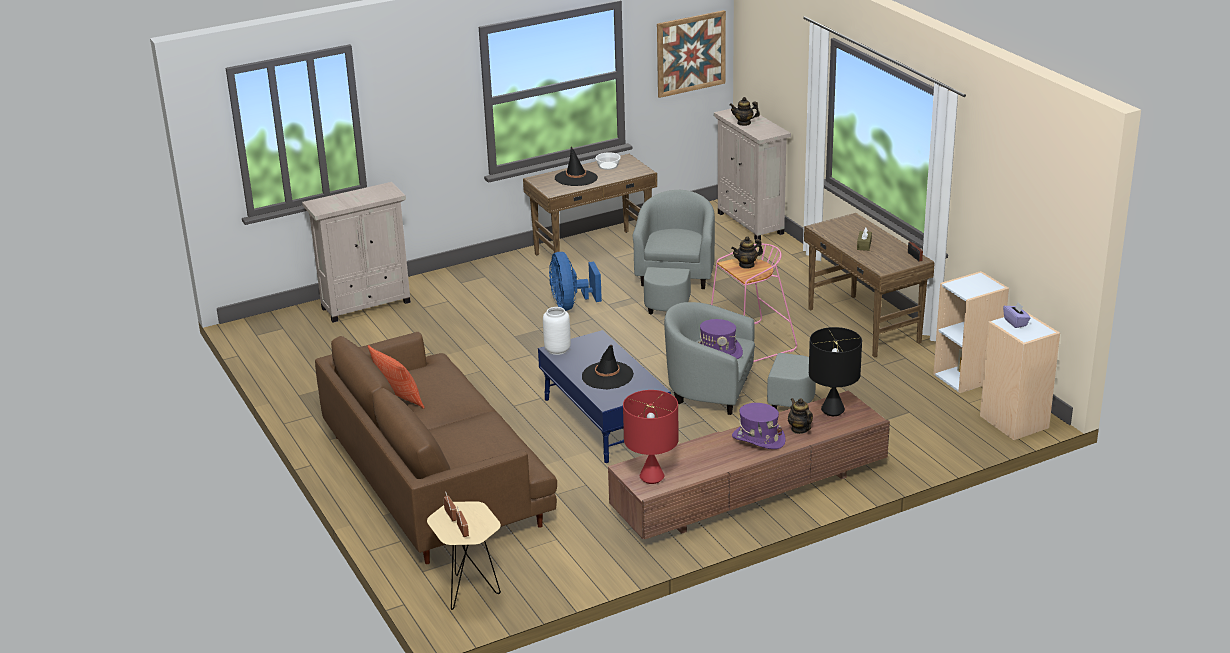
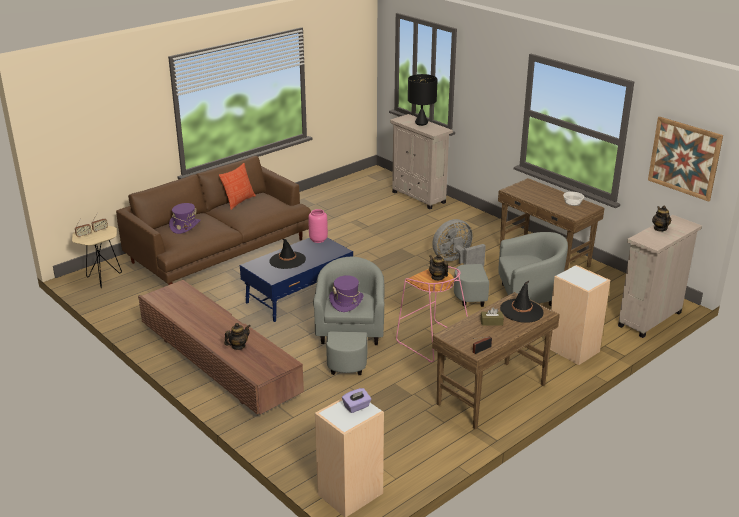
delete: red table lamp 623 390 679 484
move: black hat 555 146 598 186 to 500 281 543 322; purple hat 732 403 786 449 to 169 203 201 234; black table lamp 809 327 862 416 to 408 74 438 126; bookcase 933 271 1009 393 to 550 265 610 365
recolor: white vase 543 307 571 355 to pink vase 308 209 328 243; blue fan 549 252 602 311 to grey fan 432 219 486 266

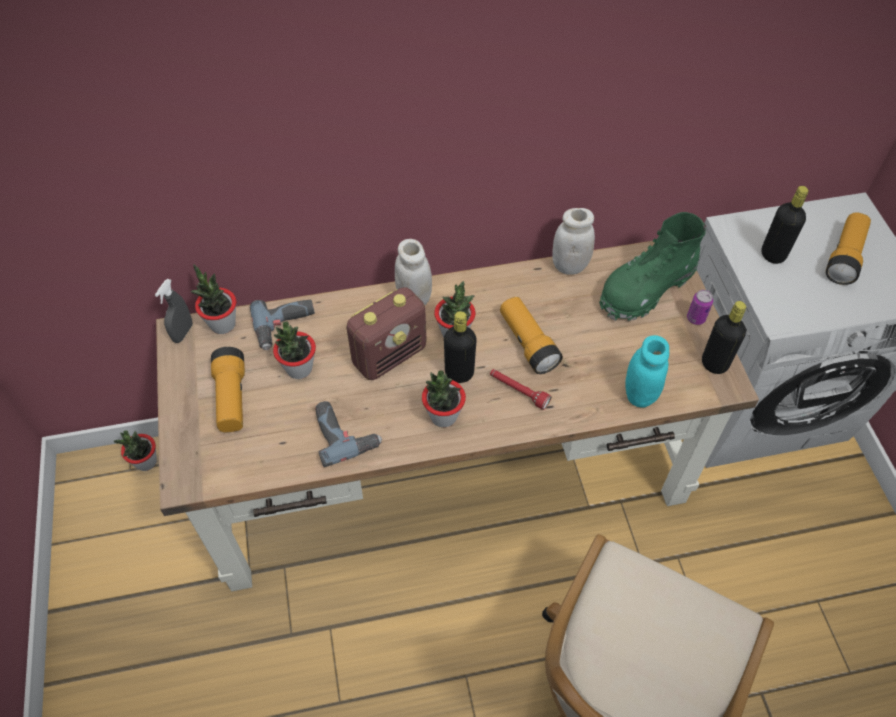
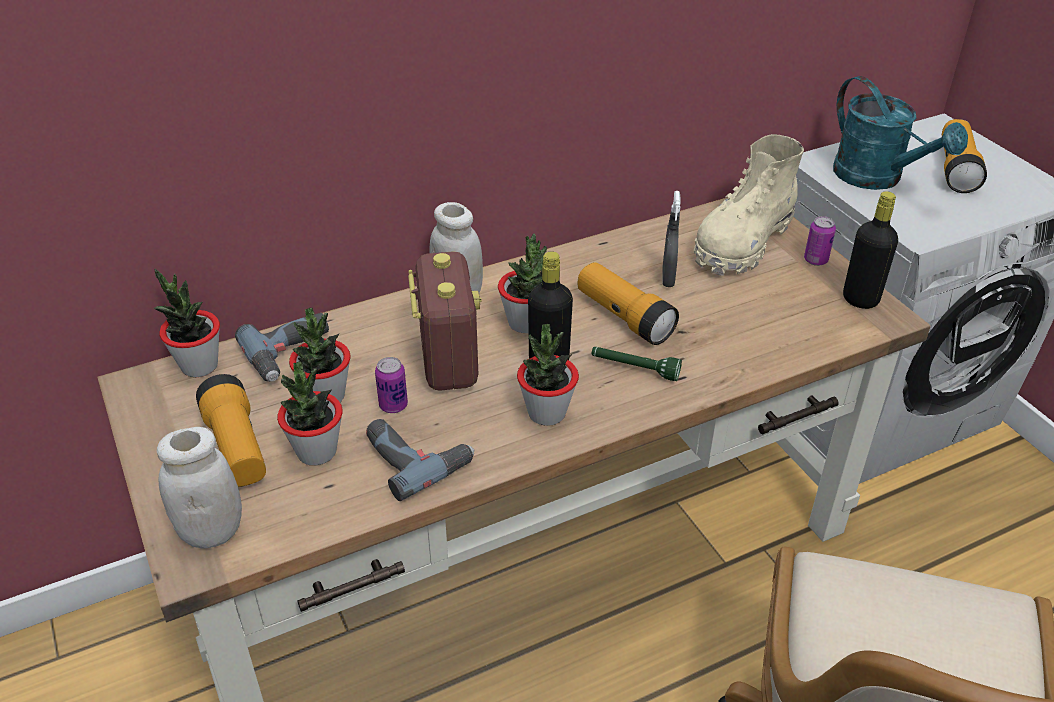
delete: turquoise jar 625 335 669 407
insert: can 375 357 408 413
move: potted plant 114 430 157 471 to 277 362 343 465; grey spray bottle 155 279 193 343 to 662 191 681 287; white jar 552 208 595 275 to 157 427 242 549
replace: black bottle 761 186 808 264 to turquoise watering can 833 76 968 190
recolor: red flashlight 490 369 552 410 to green flashlight 591 347 682 381; green boot 599 212 706 321 to beige boot 694 134 804 276
rotate: radio 346 287 427 380 = 408 251 481 391 45 degrees counterclockwise

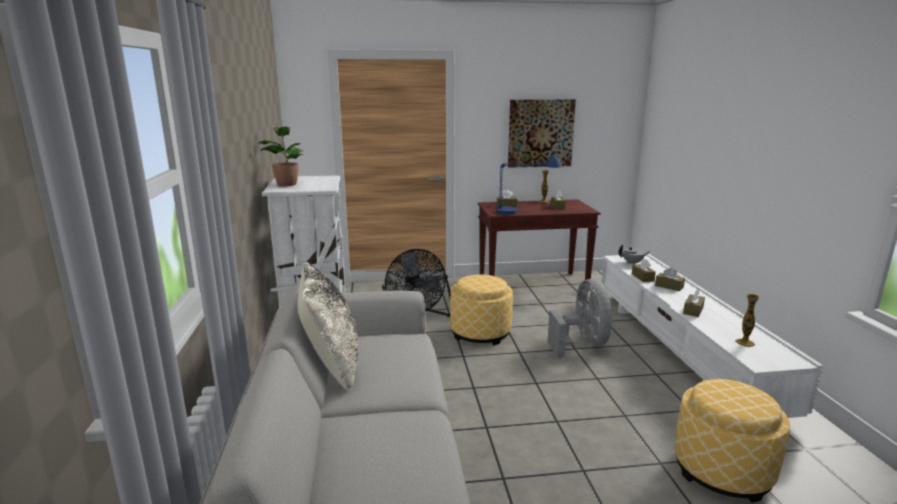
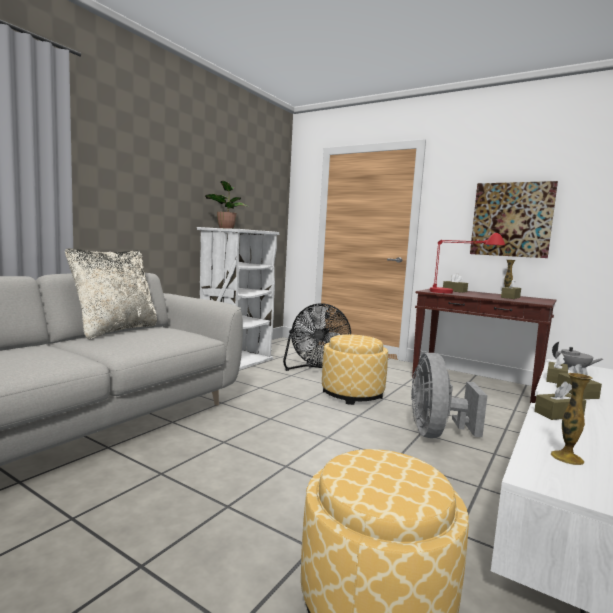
recolor: blue table lamp 496 156 562 215 to red table lamp 430 233 505 294
rotate: grey fan 548 279 612 358 = 411 353 488 438 150 degrees clockwise

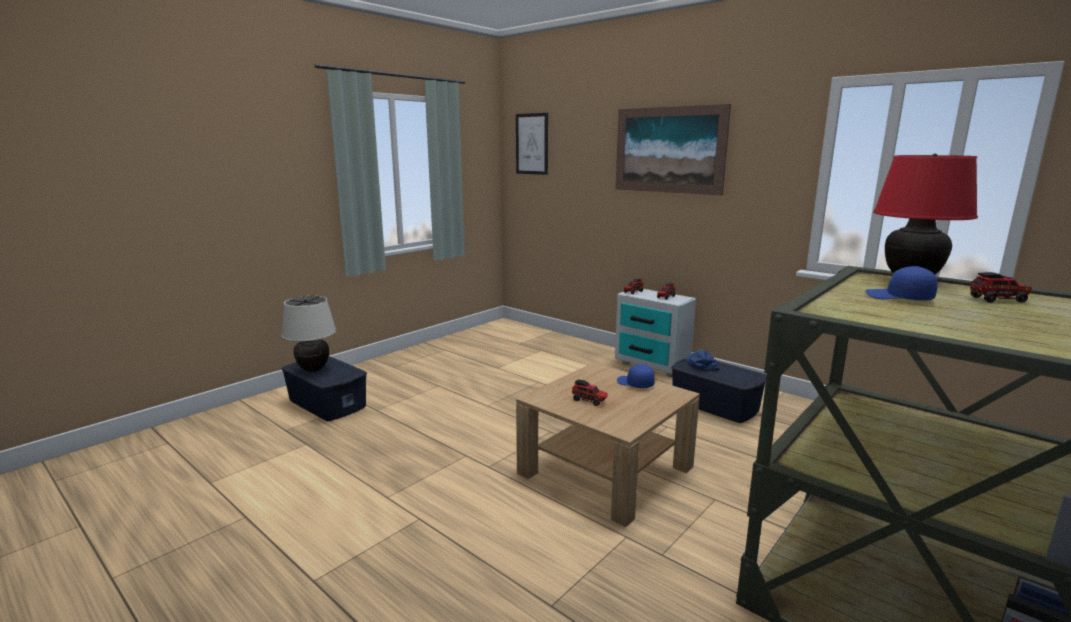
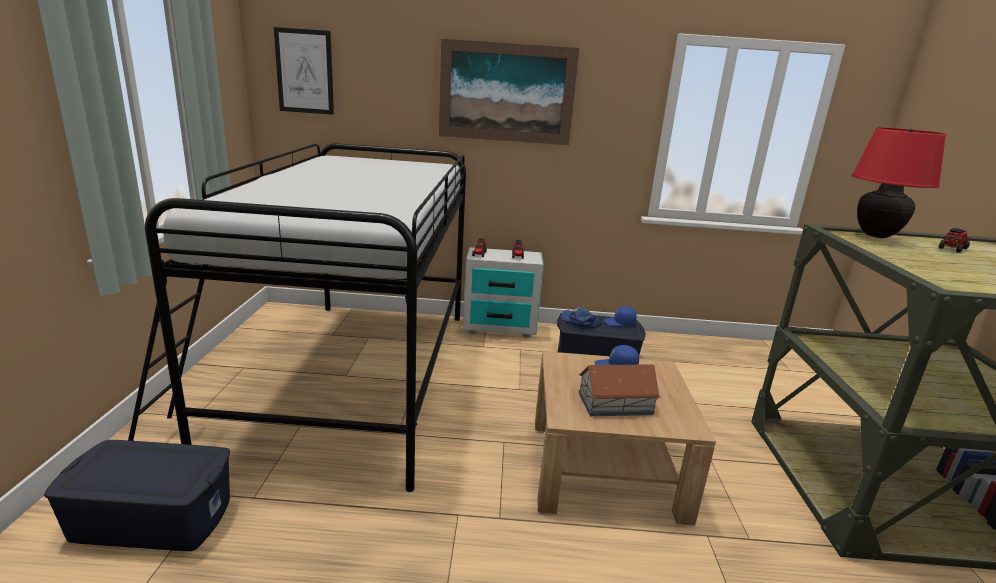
delete: beige table lamp 281 296 337 372
insert: black bed 128 143 466 492
move: blue cap 865 266 938 300 to 604 306 636 326
replace: toy truck 572 380 608 406 to toy house 579 365 661 416

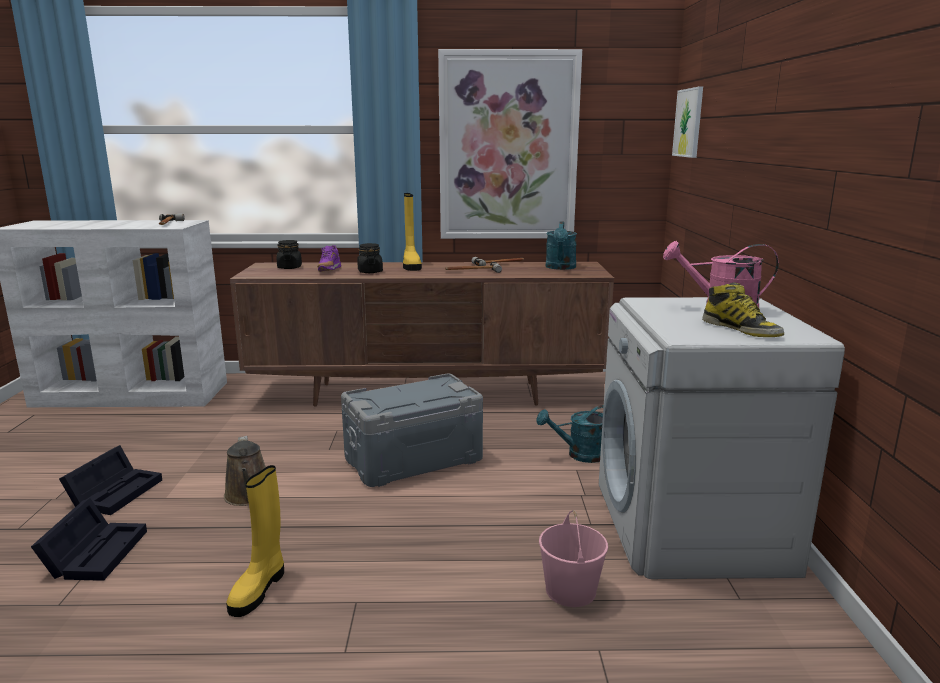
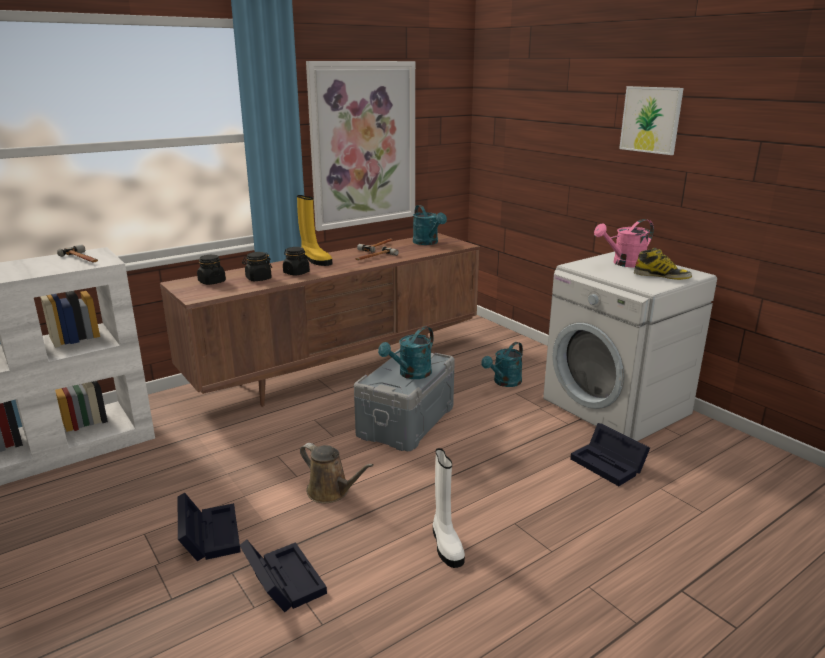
insert: turquoise watering can 378 326 434 379
move: picture 672 86 703 158 to 619 86 684 155
replace: purple shoe 317 245 341 272 to black jar 242 252 272 281; pink bucket 539 510 608 607 to black storage box 570 423 650 486
recolor: yellow boot 226 465 284 617 to white boot 433 448 465 568

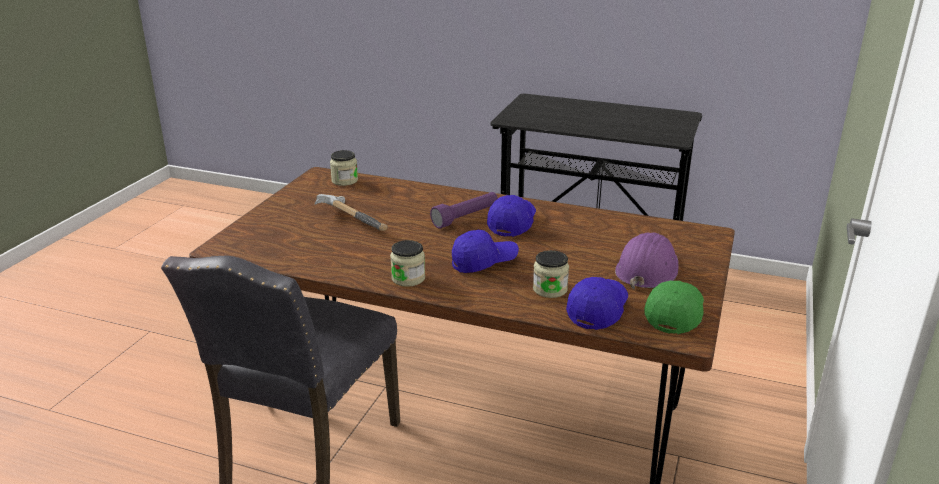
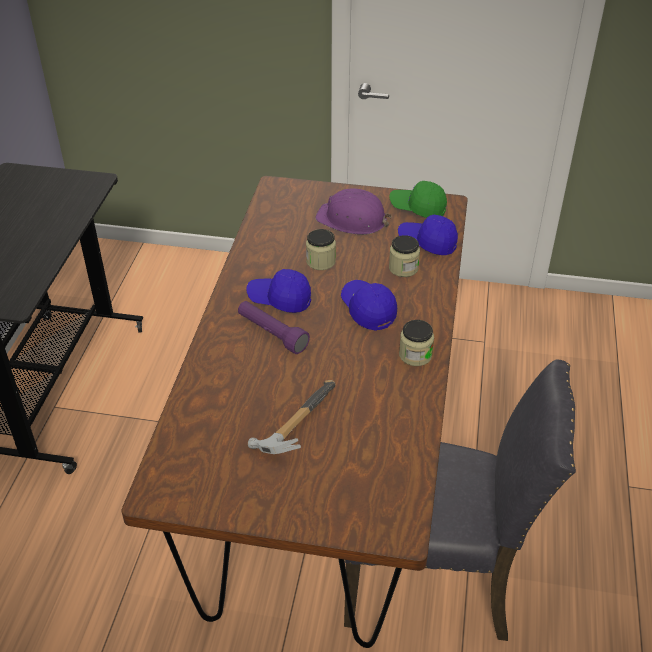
move: jar 330 150 358 186 to 306 229 336 270

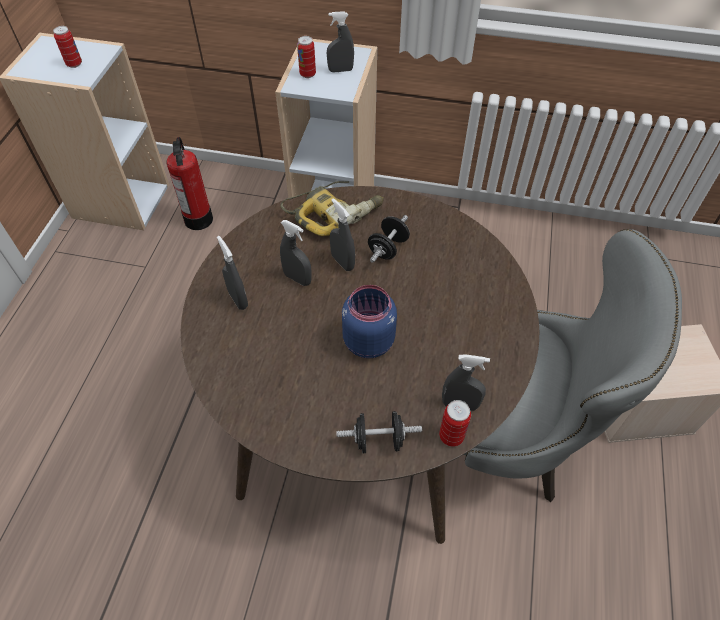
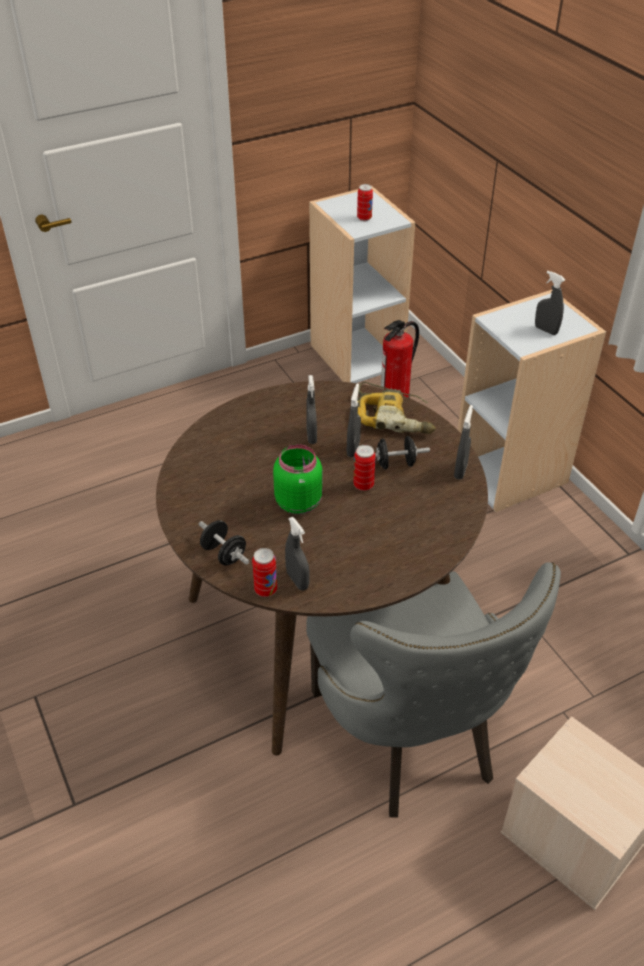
move: grey spray bottle 217 236 248 310 to 454 405 473 480; can 297 36 316 78 to 353 445 376 491
recolor: blue jar 342 285 397 358 to green jar 273 444 322 515

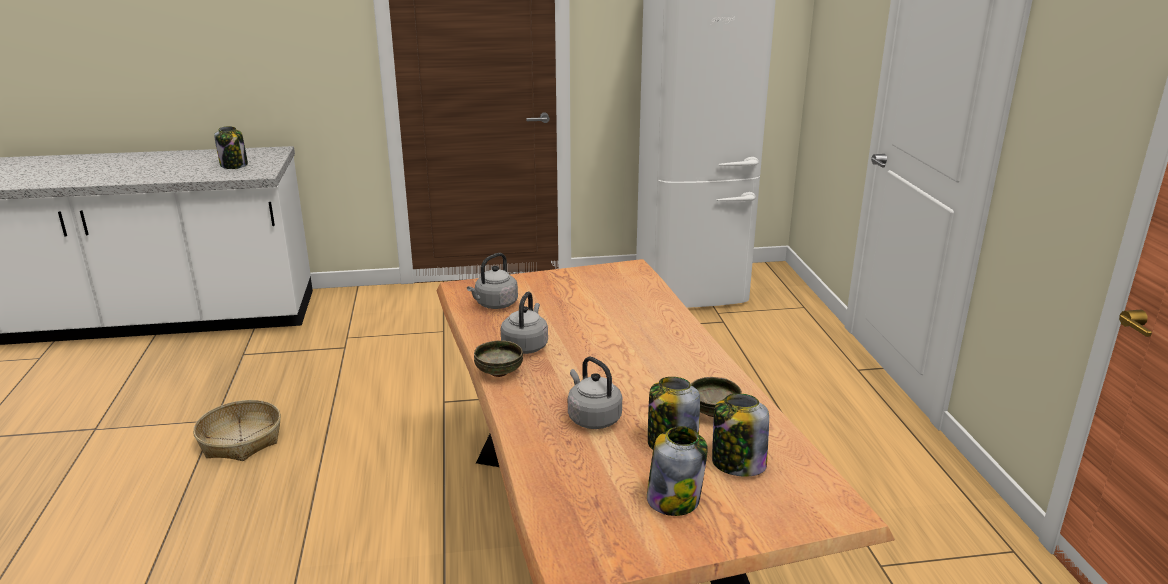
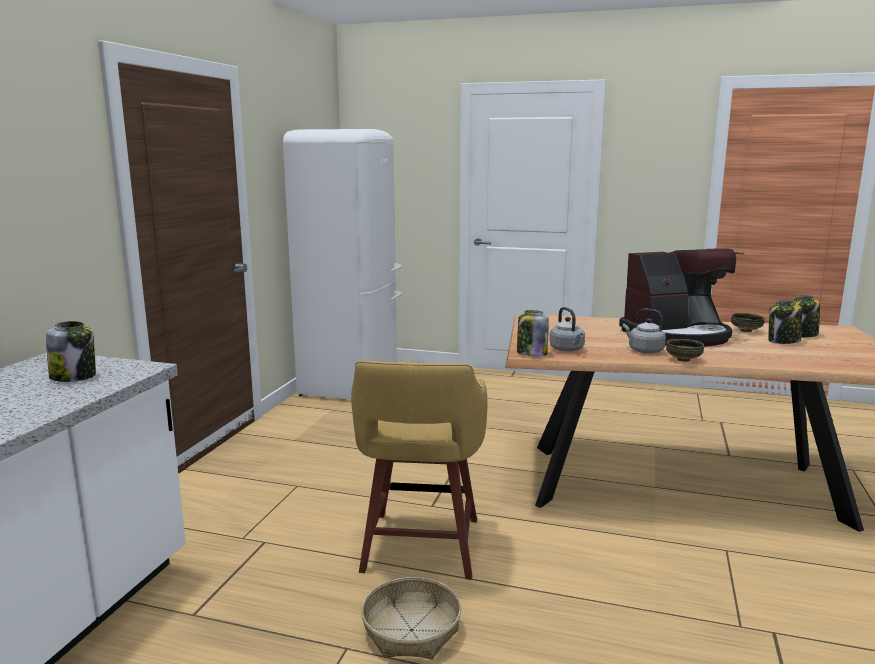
delete: grey kettle 568 357 622 429
insert: yellow stool 351 360 487 580; coffee machine 619 248 736 347
move: jar 647 426 708 516 to 517 310 549 356

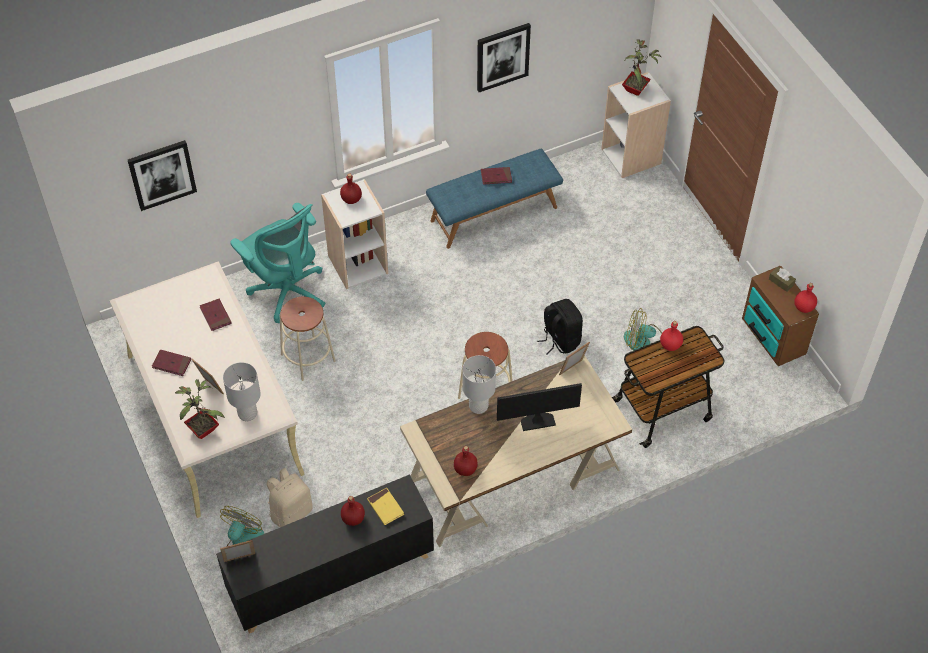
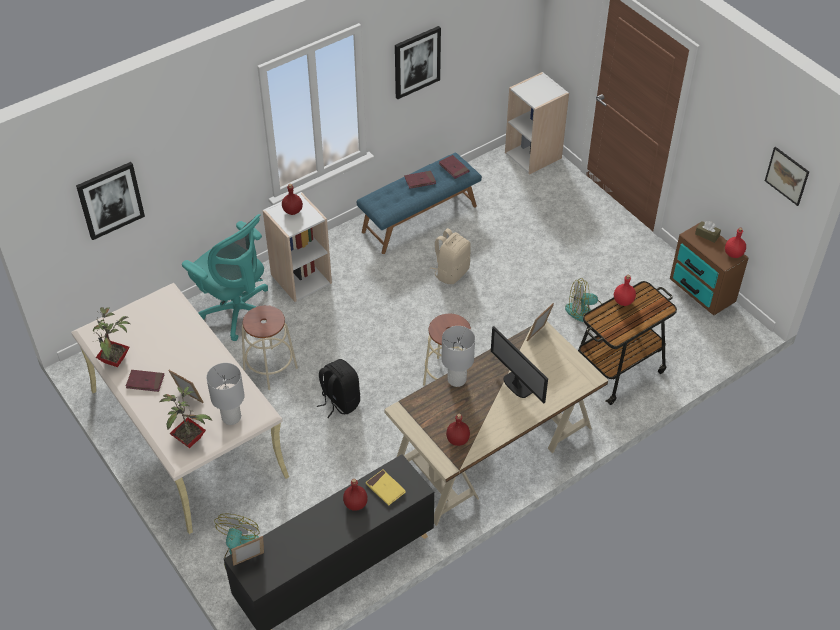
insert: picture 765 147 809 206
move: red book 200 299 232 331 to 439 155 469 179; beige backpack 267 468 313 527 to 430 228 471 284; black backpack 537 299 583 355 to 317 359 360 418; potted plant 622 39 662 96 to 92 307 130 367
rotate: monitor 497 383 582 431 = 491 326 548 404 105 degrees counterclockwise

